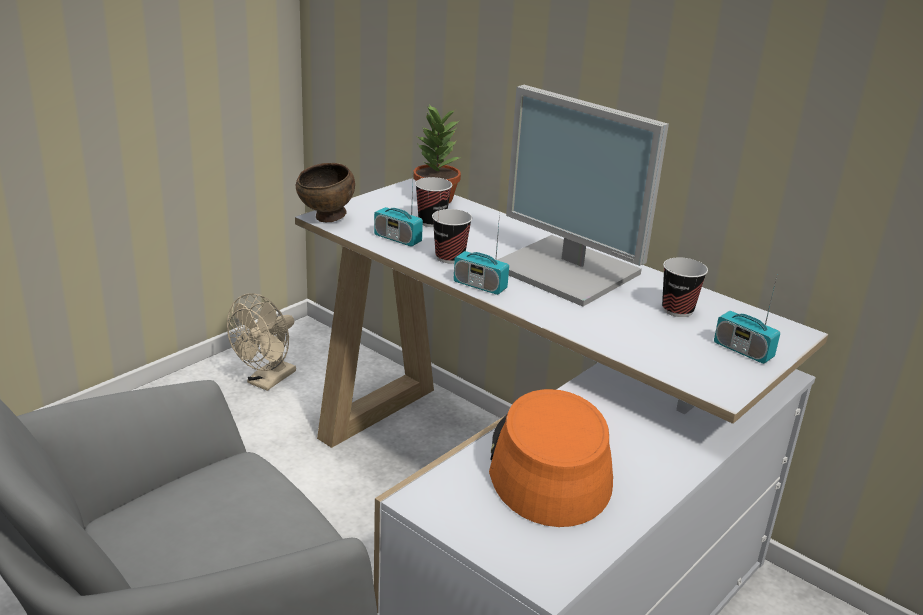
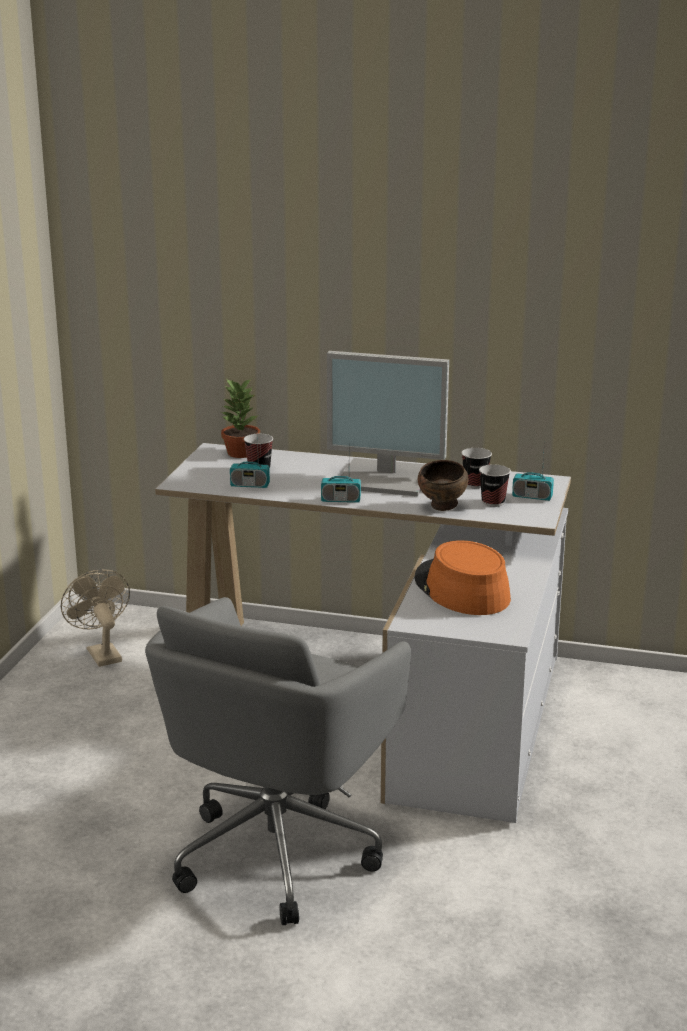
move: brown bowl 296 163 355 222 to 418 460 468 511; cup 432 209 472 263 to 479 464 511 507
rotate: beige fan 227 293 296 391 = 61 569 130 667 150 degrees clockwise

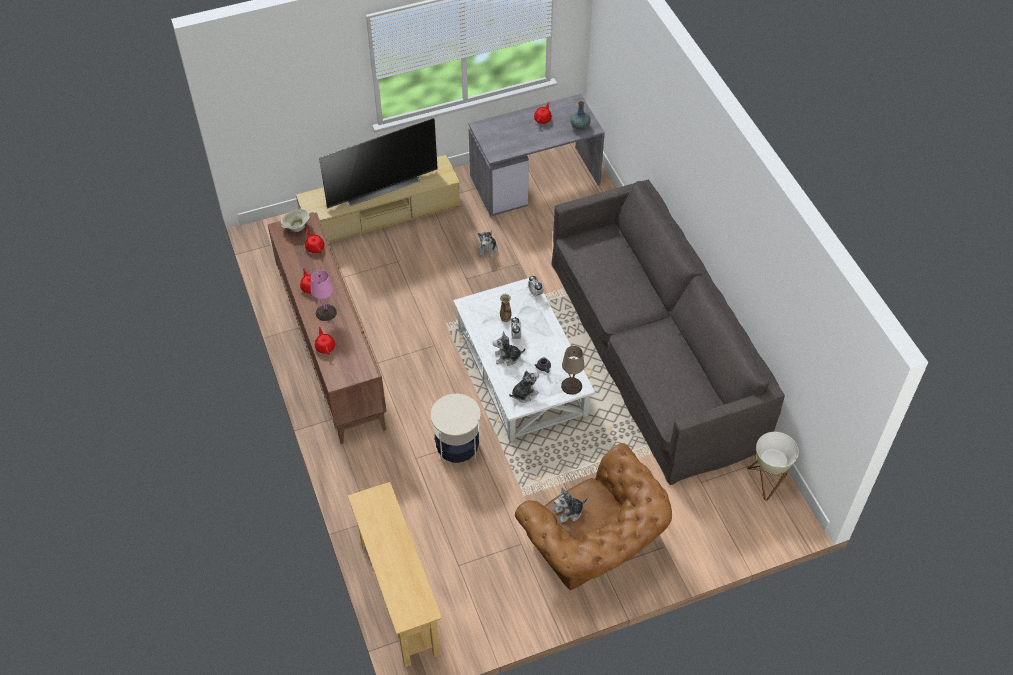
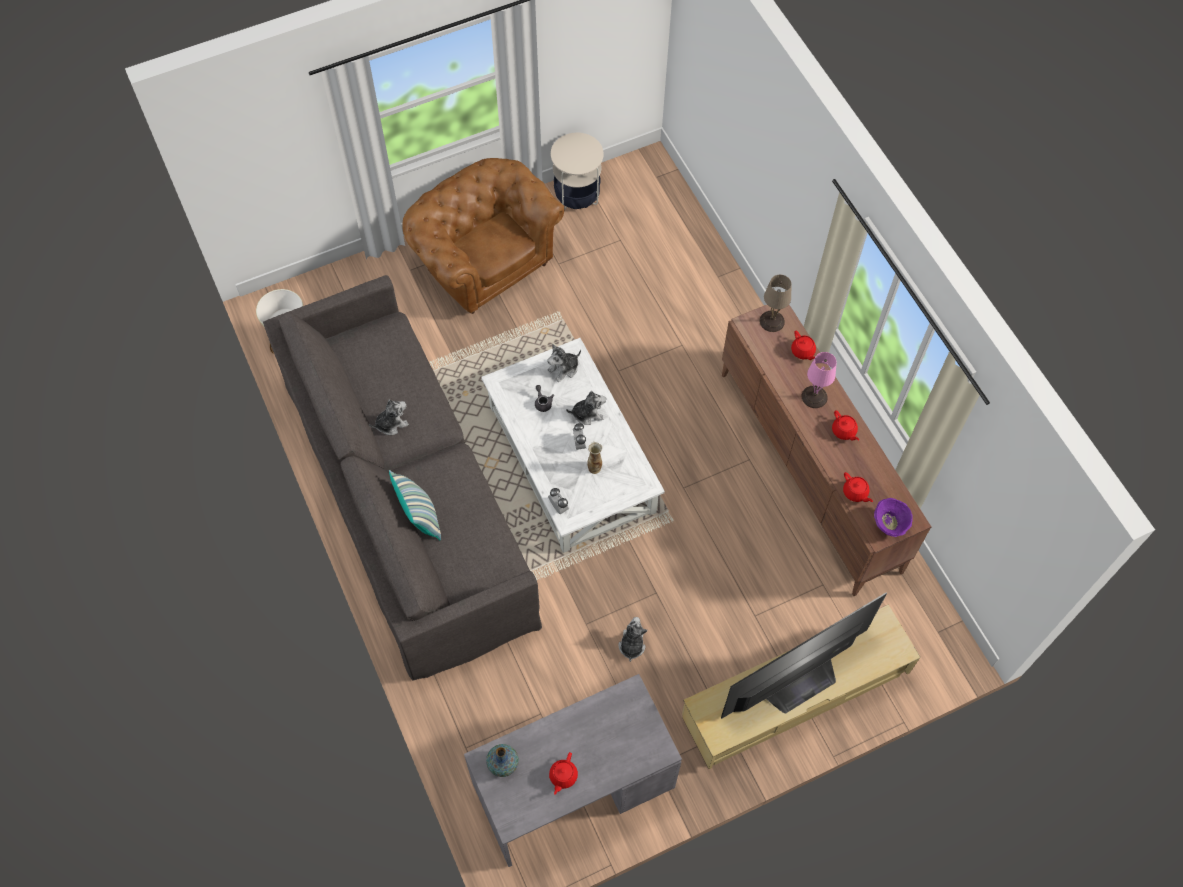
delete: beige console table 348 482 442 667
insert: pillow 389 470 441 540
move: beige side table 431 394 481 463 to 551 133 603 209; plush toy 554 487 588 523 to 369 399 409 435; beige table lamp 561 346 584 395 to 759 275 791 332
recolor: beige bowl 280 209 309 232 to purple bowl 874 498 913 537

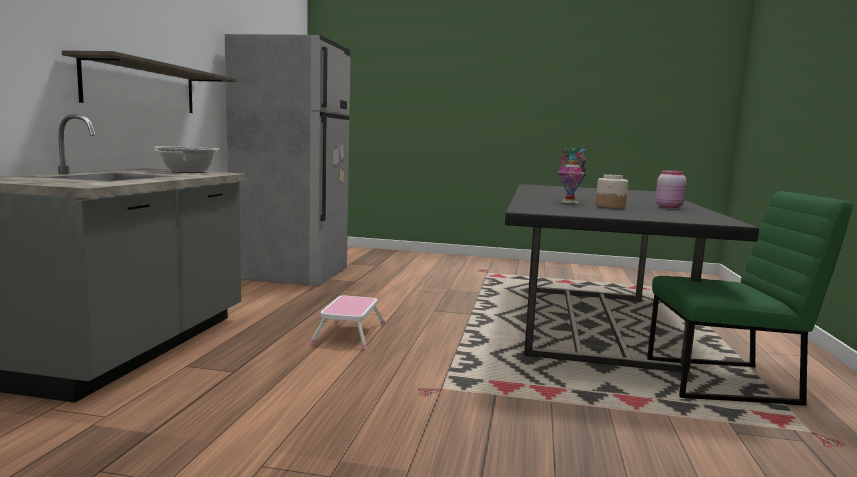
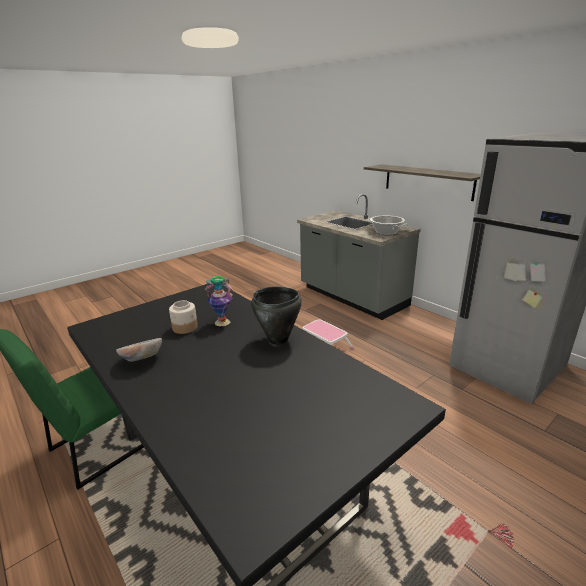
insert: black cooking pot 251 287 302 345
replace: pink jar 655 170 687 208 to bowl 116 338 162 362

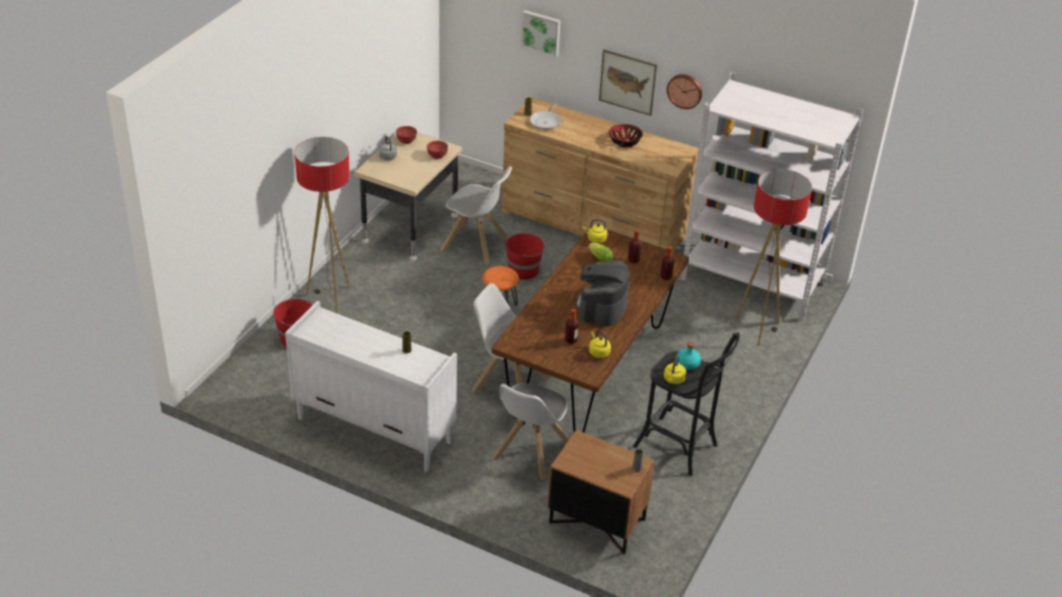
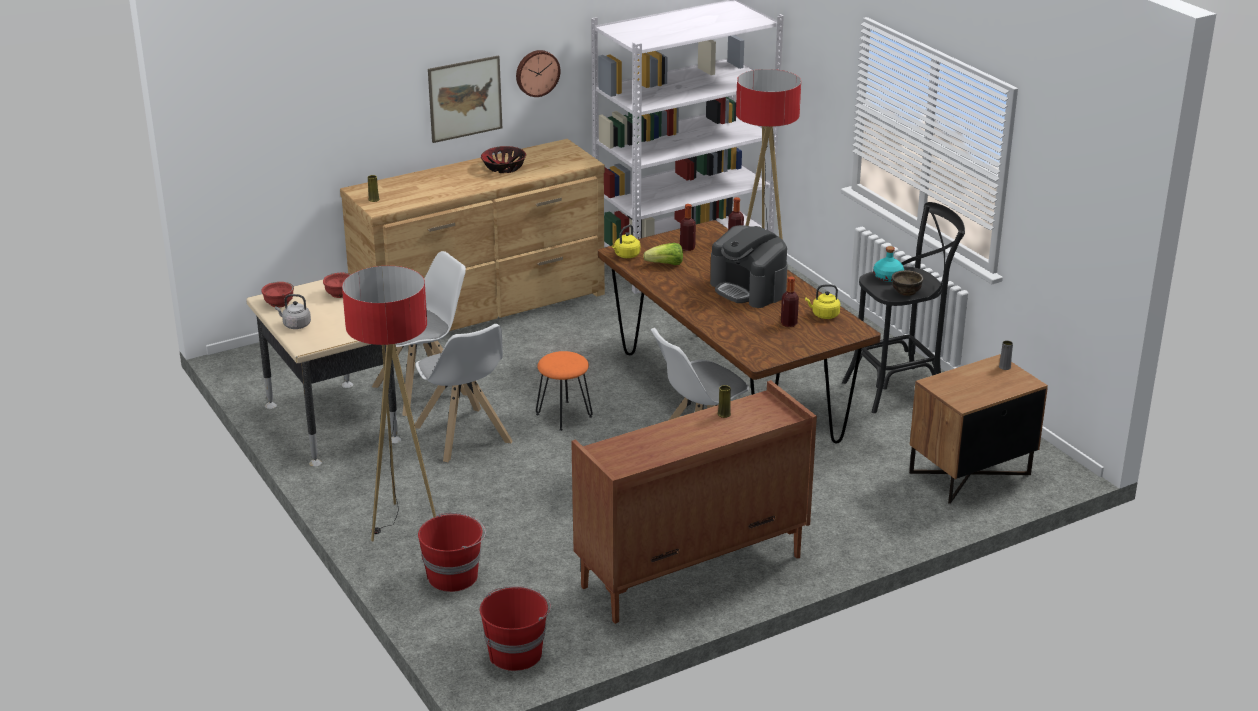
delete: picture 521 10 561 57; frying pan 530 103 561 130
move: chair 492 383 569 480 to 414 324 513 462; red bucket 506 232 546 280 to 480 586 551 671
replace: yellow kettle 664 356 686 384 to brown bowl 892 270 923 296
recolor: white cabinet 285 301 457 472 to brown cabinet 571 380 817 624

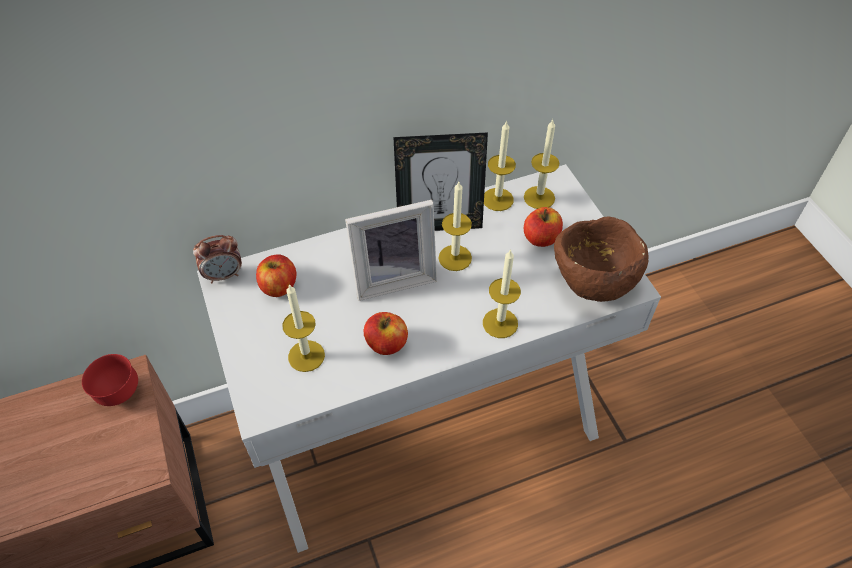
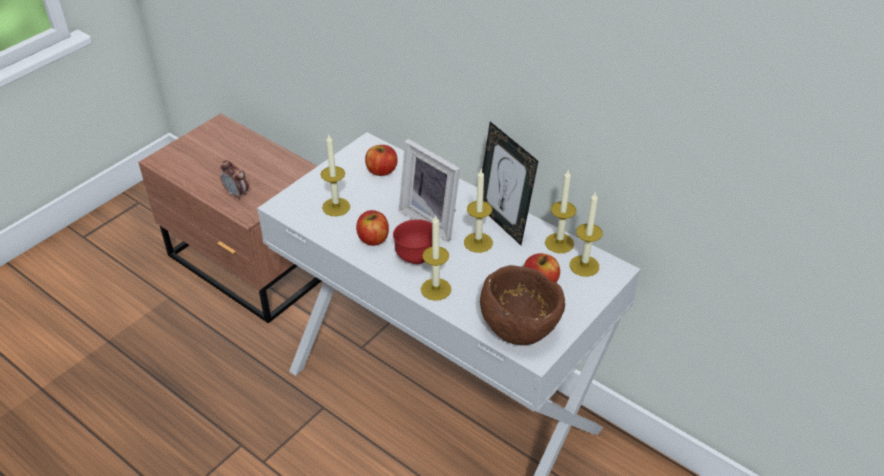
move: red bowl 82 354 138 406 to 393 219 432 264; alarm clock 193 235 242 283 to 220 160 249 200

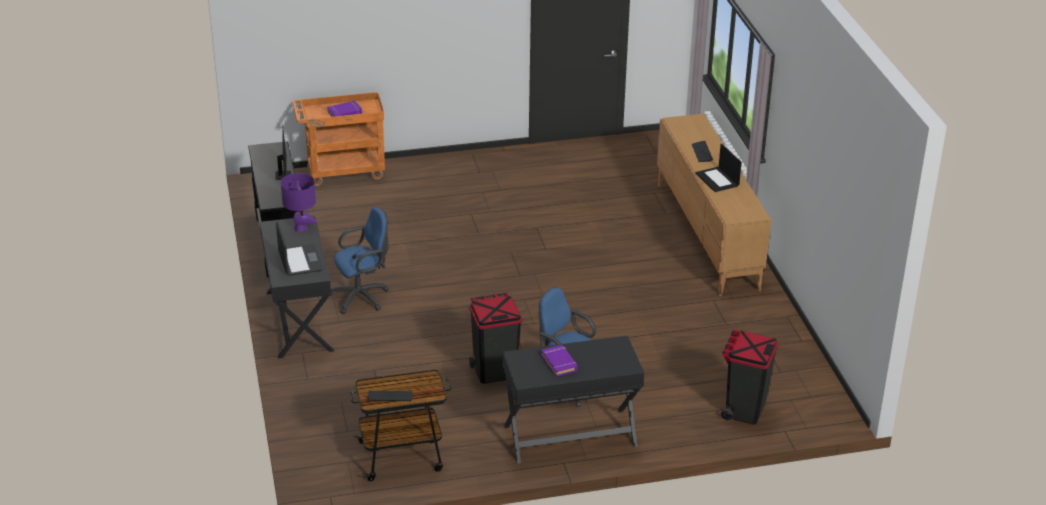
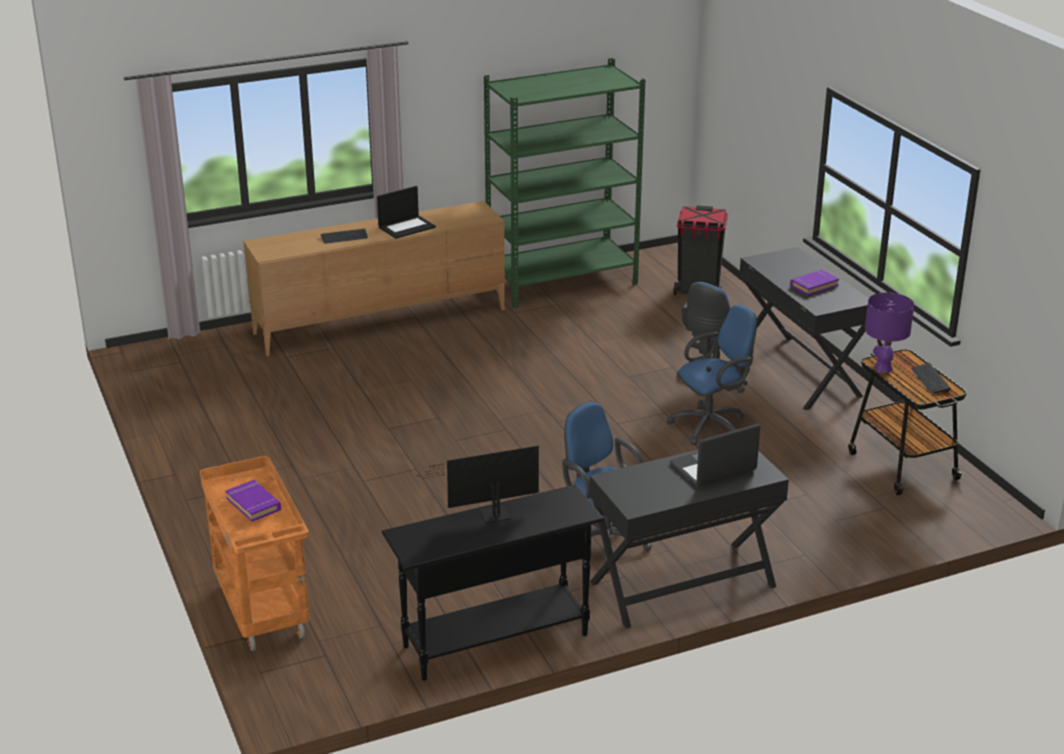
insert: green bookcase 484 58 645 308
move: purple table lamp 281 173 317 232 to 865 293 914 373
replace: black trash can 469 292 522 384 to blue office chair 667 305 757 445

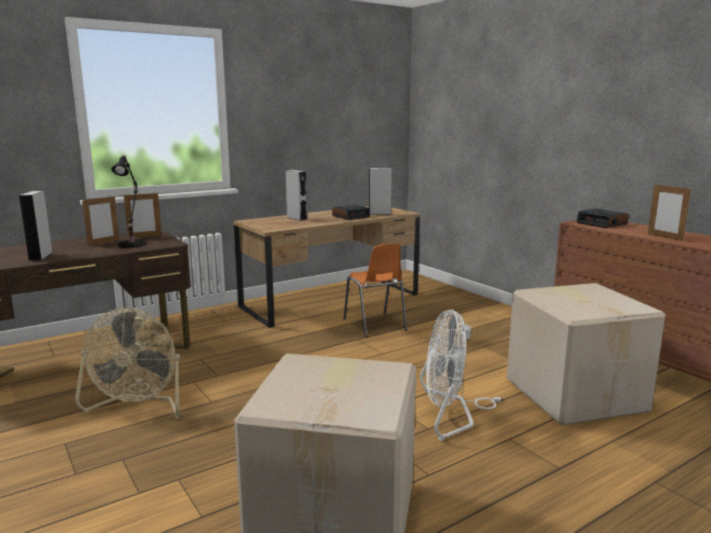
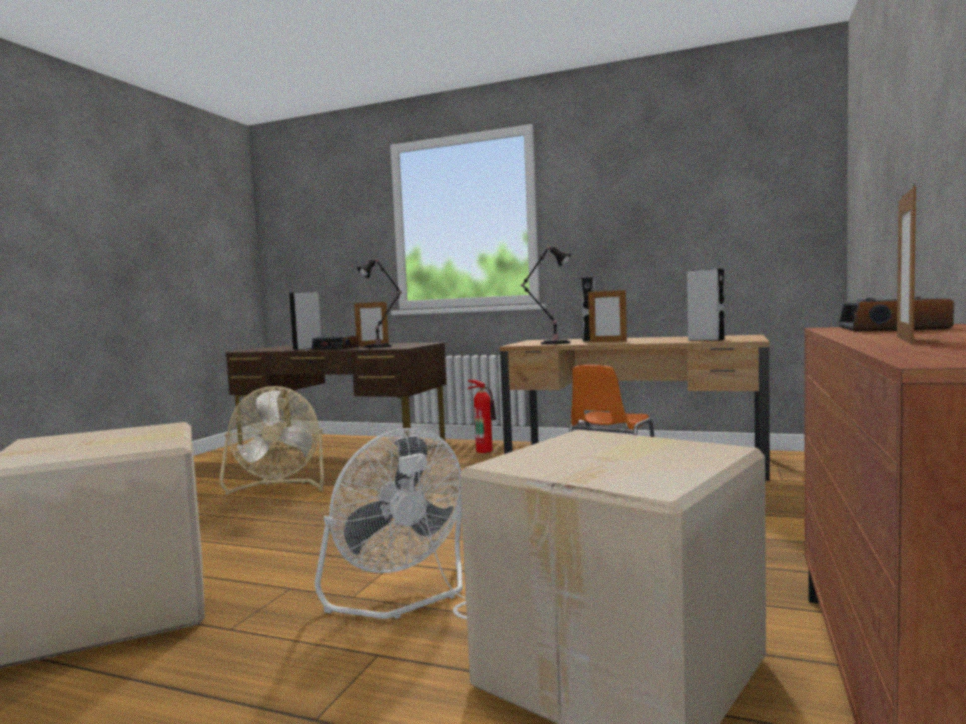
insert: fire extinguisher 468 379 496 453; black table lamp 521 246 571 345
move: picture frame 124 193 162 238 to 588 290 627 342; alarm clock 332 205 370 220 to 312 336 359 350
rotate: beige fan 75 308 180 419 = 219 386 324 495 60 degrees counterclockwise

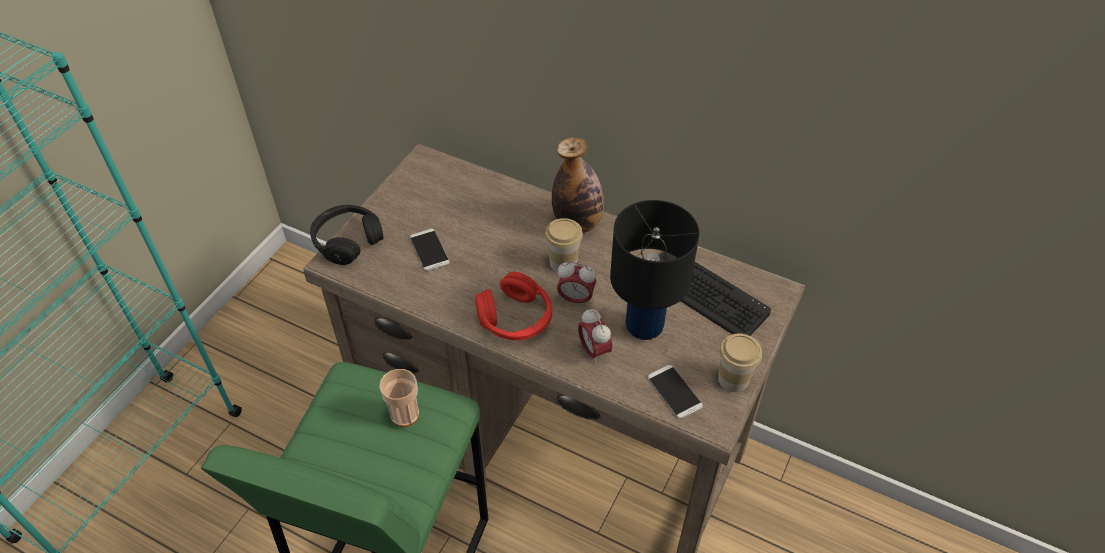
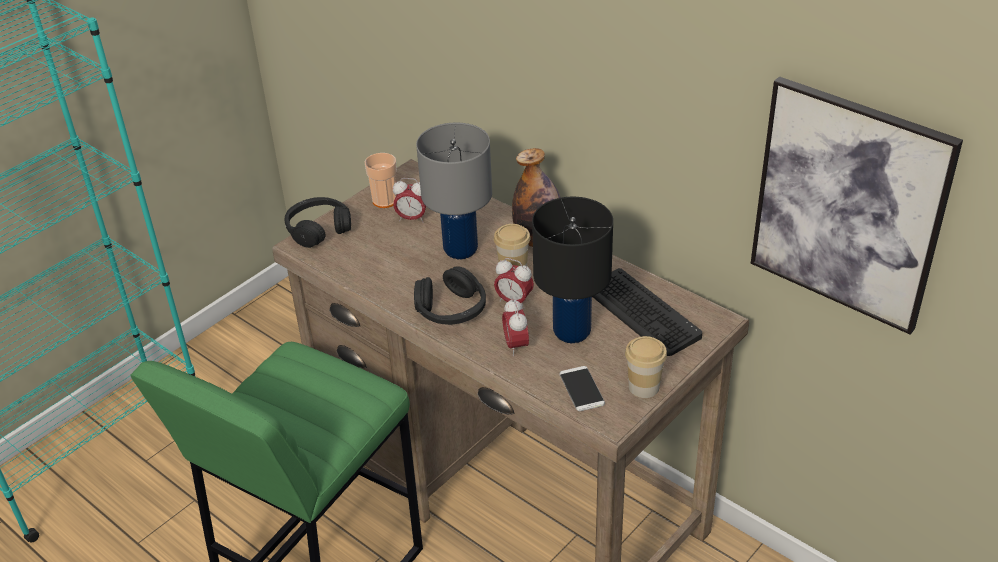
delete: phone 410 229 450 271
insert: alarm clock 393 178 426 223; grey table lamp 416 123 492 259; picture 751 77 963 334
move: cup 379 369 419 427 to 365 153 397 208
recolor: red headphones 475 272 552 340 to black headphones 414 266 486 325

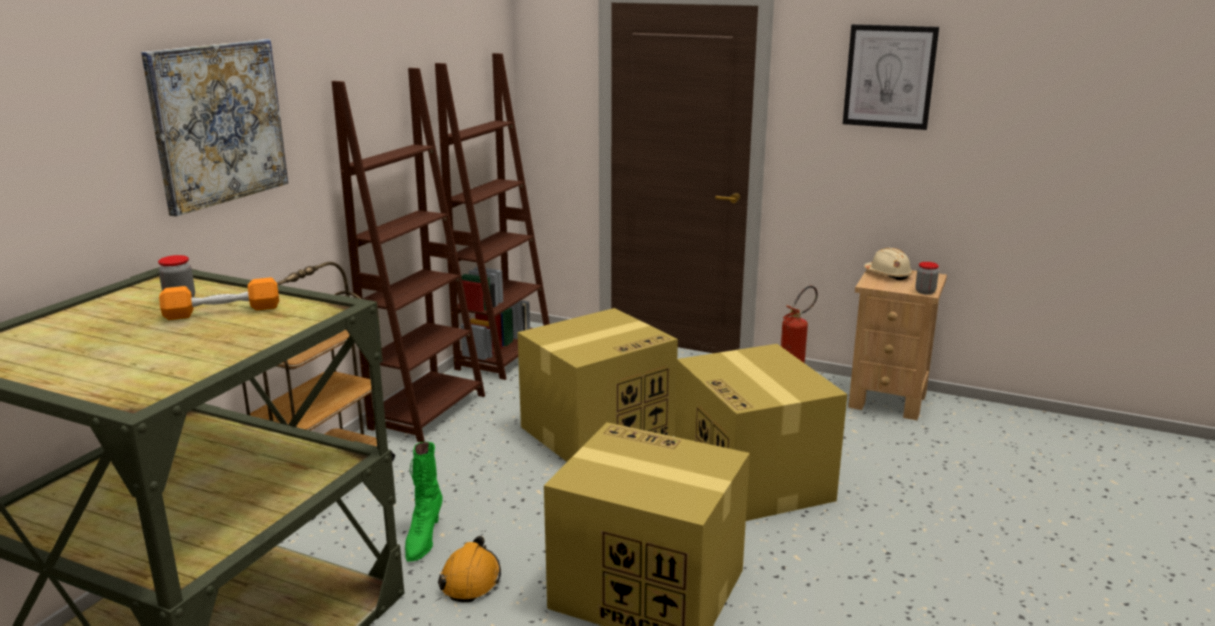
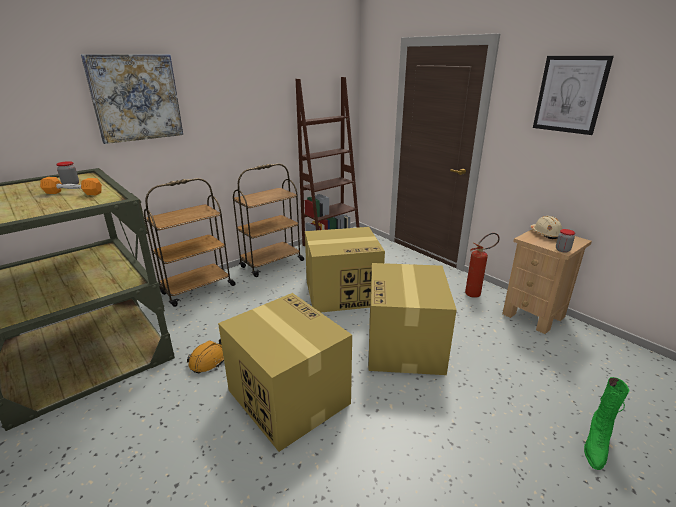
move: green boot 405 442 443 562 to 584 377 629 470
replace: brown bookcase 332 68 485 442 to brown cart 233 164 304 277

